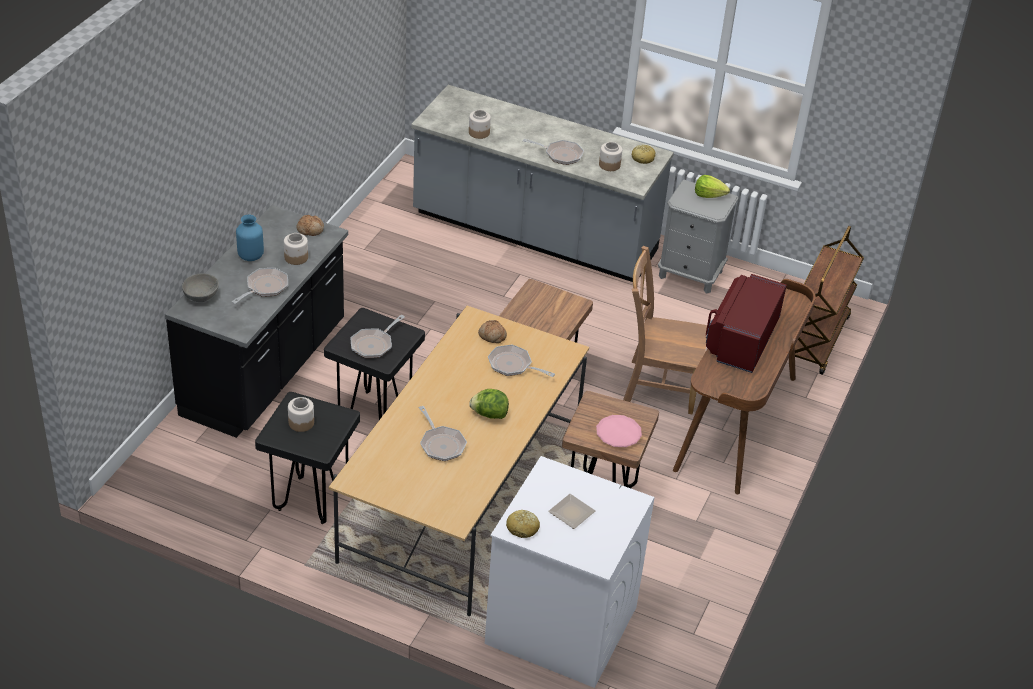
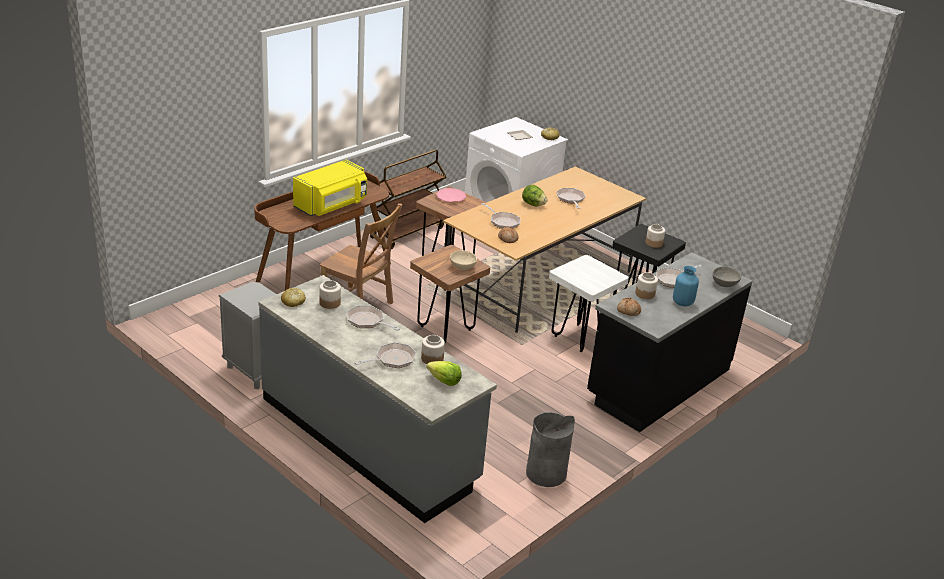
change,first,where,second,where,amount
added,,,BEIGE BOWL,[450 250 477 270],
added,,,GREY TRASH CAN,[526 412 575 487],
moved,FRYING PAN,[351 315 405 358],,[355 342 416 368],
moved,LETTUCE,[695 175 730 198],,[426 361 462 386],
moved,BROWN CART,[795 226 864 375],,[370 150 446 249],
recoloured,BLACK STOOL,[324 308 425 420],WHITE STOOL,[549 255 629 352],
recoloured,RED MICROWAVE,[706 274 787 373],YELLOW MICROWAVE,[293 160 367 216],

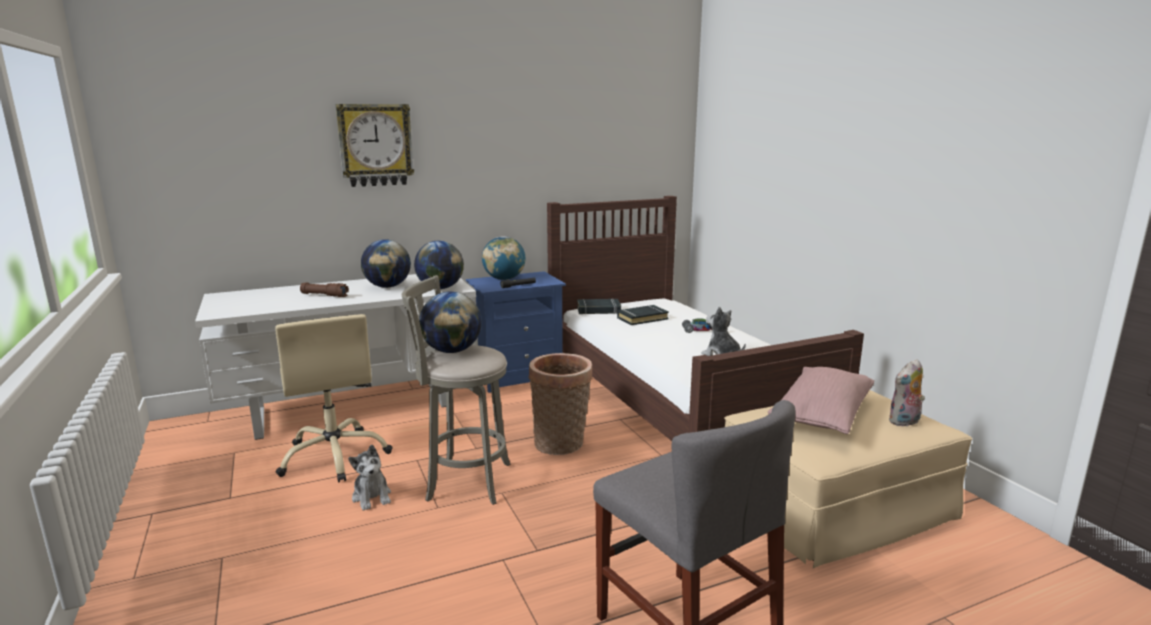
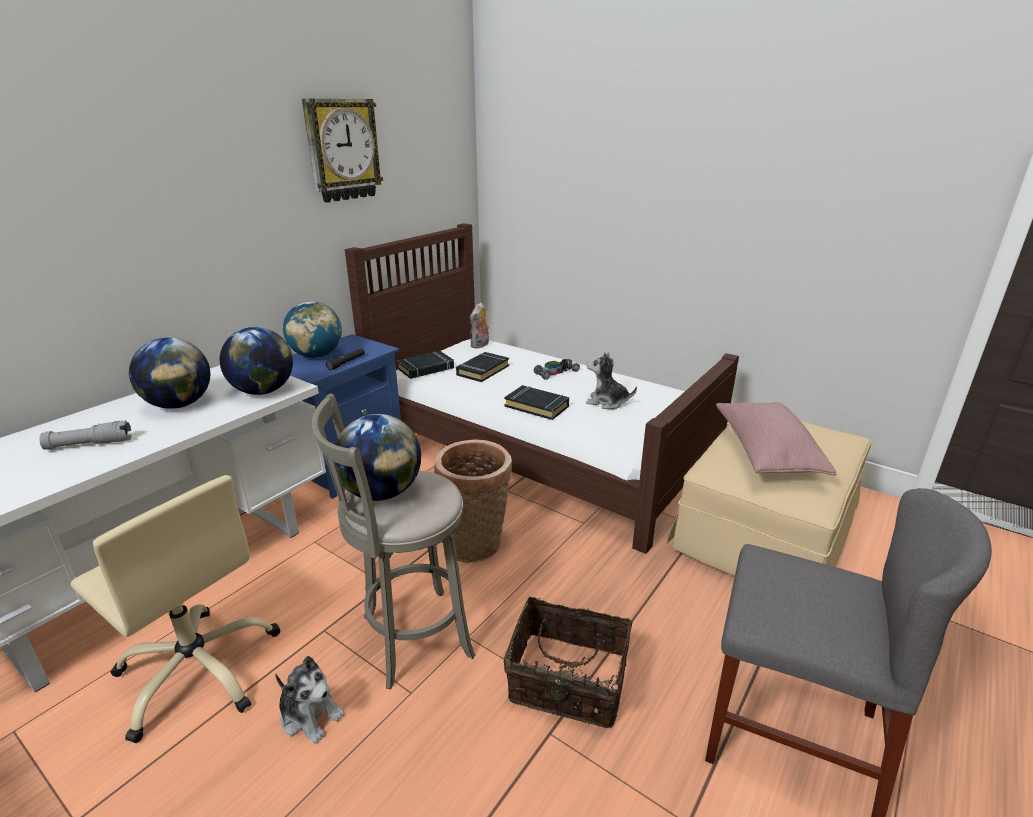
change,first,where,second,where,amount
added,,,BASKET,[504 596 632 728],
added,,,BLACK BOOK,[505 385 569 420],
moved,WALL CLOCK,[336 104 414 187],,[302 98 383 203],
moved,PLUSH TOY,[889 359 925 427],,[470 302 489 349],
recoloured,BROWN FLASHLIGHT,[300 282 349 297],GREY FLASHLIGHT,[39 421 131 450],

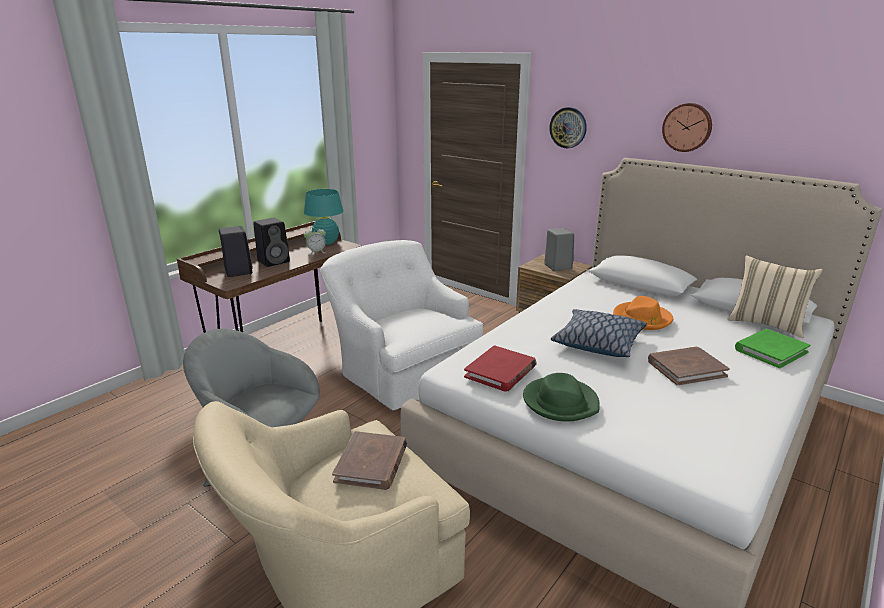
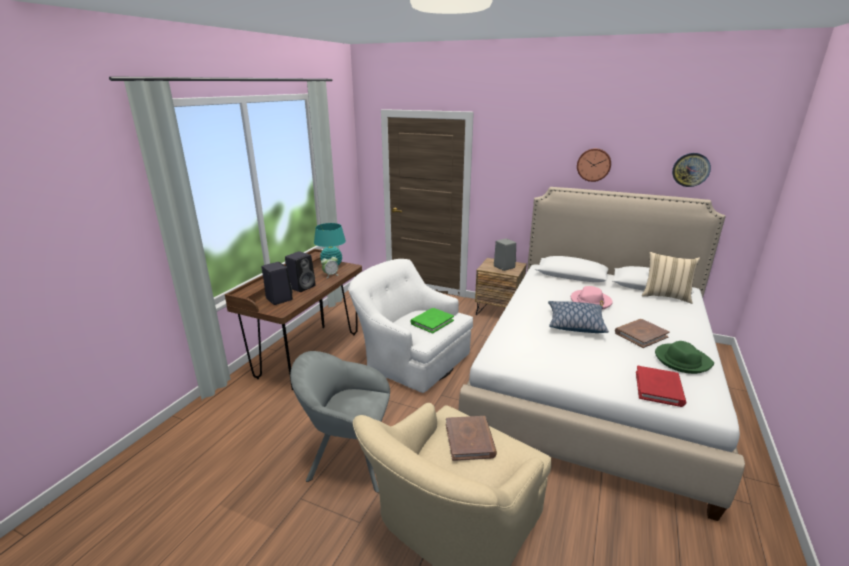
change,first,where,second,where,amount
moved,RED BOOK,[464 345 537 392],,[636 366 686 407],
moved,GREEN HAT,[523 373 600 422],,[655 341 714 374],
moved,WALL CLOCK,[549 107 587 148],,[672 153 711 187],
moved,GREEN BOOK,[735 329 810 368],,[410 308 454 334],
recoloured,ORANGE HAT,[613 296 673 330],PINK HAT,[571 286 613 310],

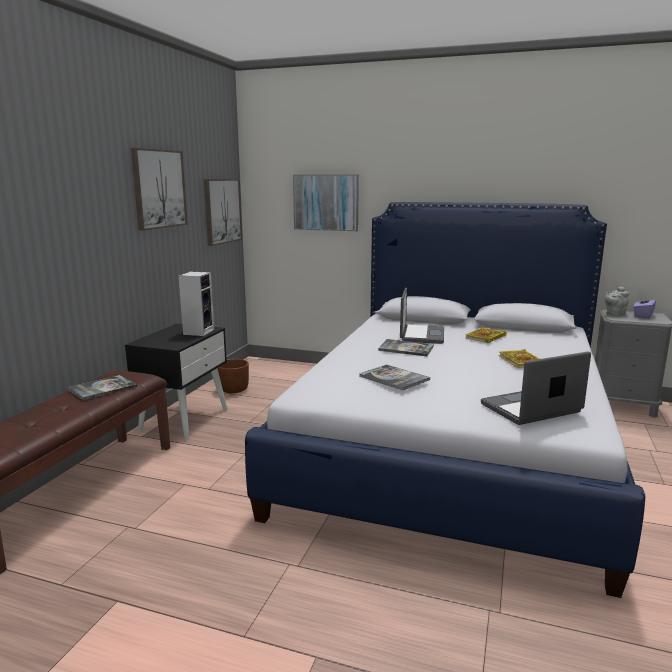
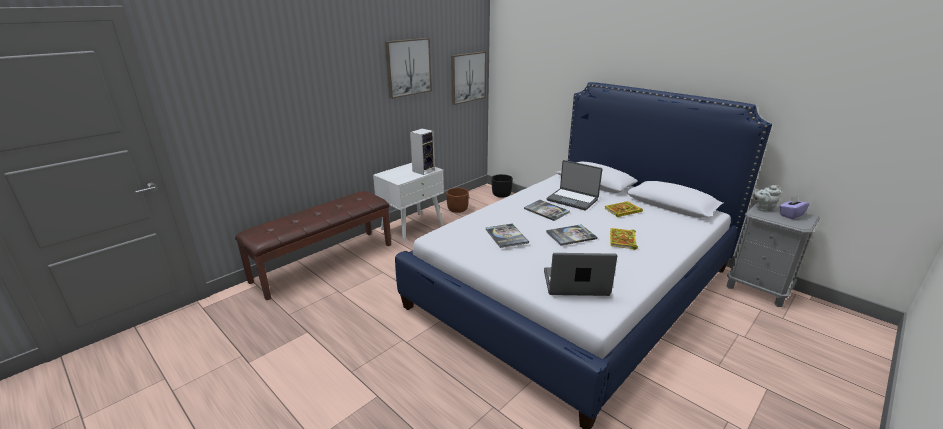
change,first,where,second,where,amount
removed,PICTURE,[293 174 359 231],,,
added,,,BLACK PLANTER,[492 174 513 198],
moved,BOOK,[67 375 137 400],,[546 224 598 246],
recoloured,BLACK NIGHTSTAND,[125 323 228 440],WHITE NIGHTSTAND,[373 163 444 242],
turned,LAPTOP,[400 288 444 344],,[547 160 602 210],90 degrees clockwise

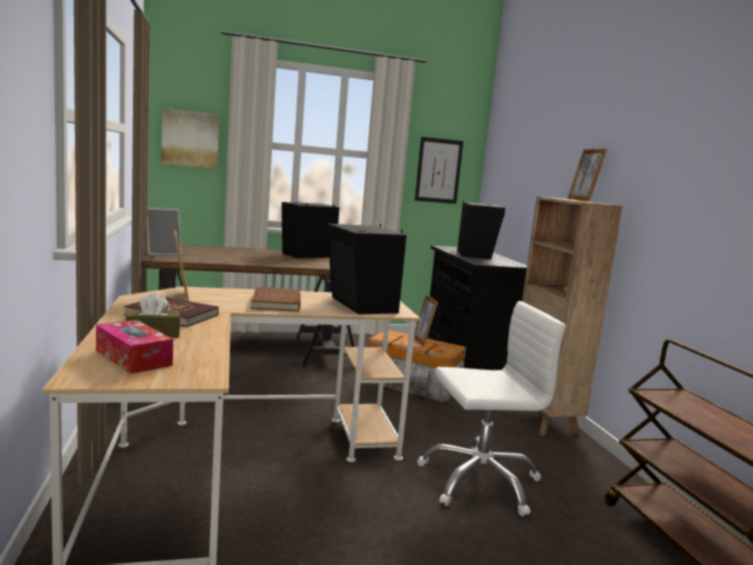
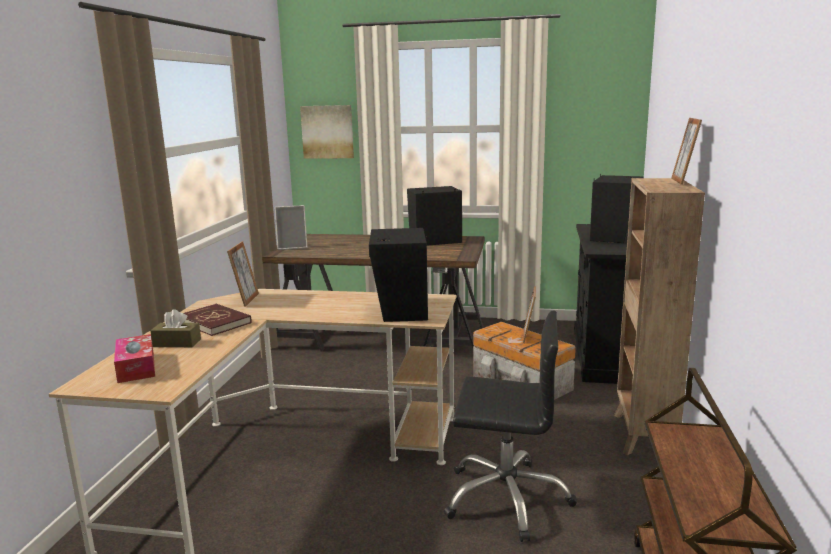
change,first,where,second,where,amount
removed,BROWN BOOK,[251 287 301 312],,,
removed,PICTURE,[415 137 463 204],,,
recoloured,WHITE OFFICE CHAIR,[417 301 566 516],BLACK OFFICE CHAIR,[444 311 577 542],

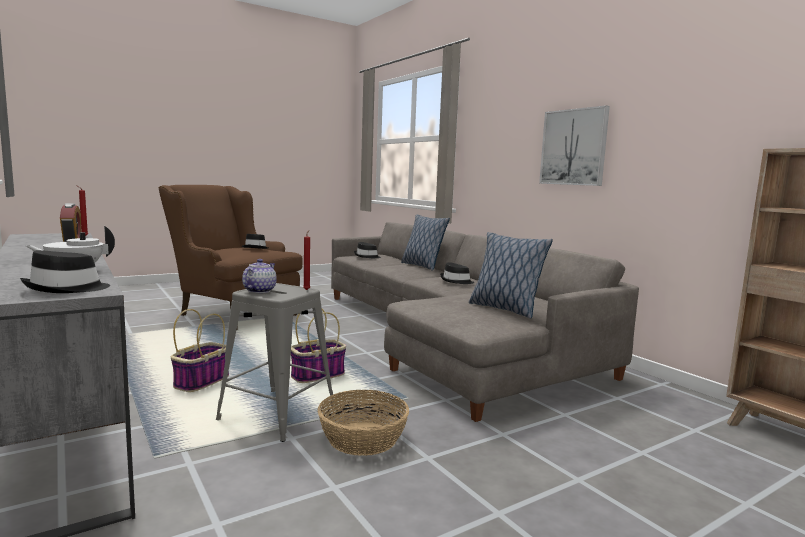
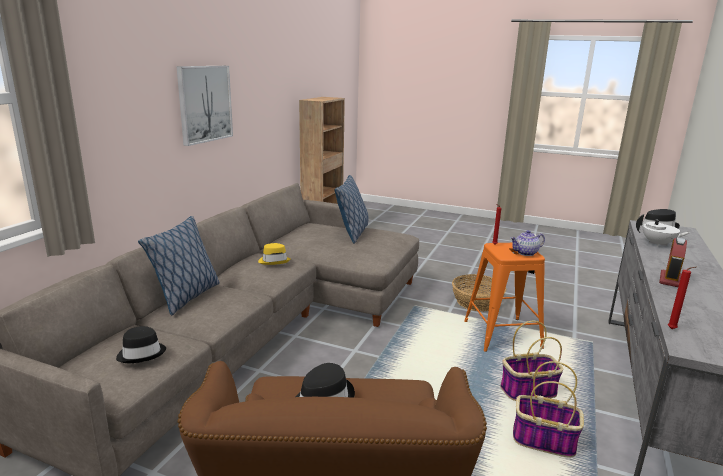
change,first,where,second,where,amount
moved,BASKET,[291 309 346 383],,[513 361 584 458],
recoloured,GREY STOOL,[216 283 335 442],ORANGE STOOL,[464 243 545 352],
recoloured,BLACK HAT,[440 262 474 284],YELLOW HAT,[258 243 290 265],

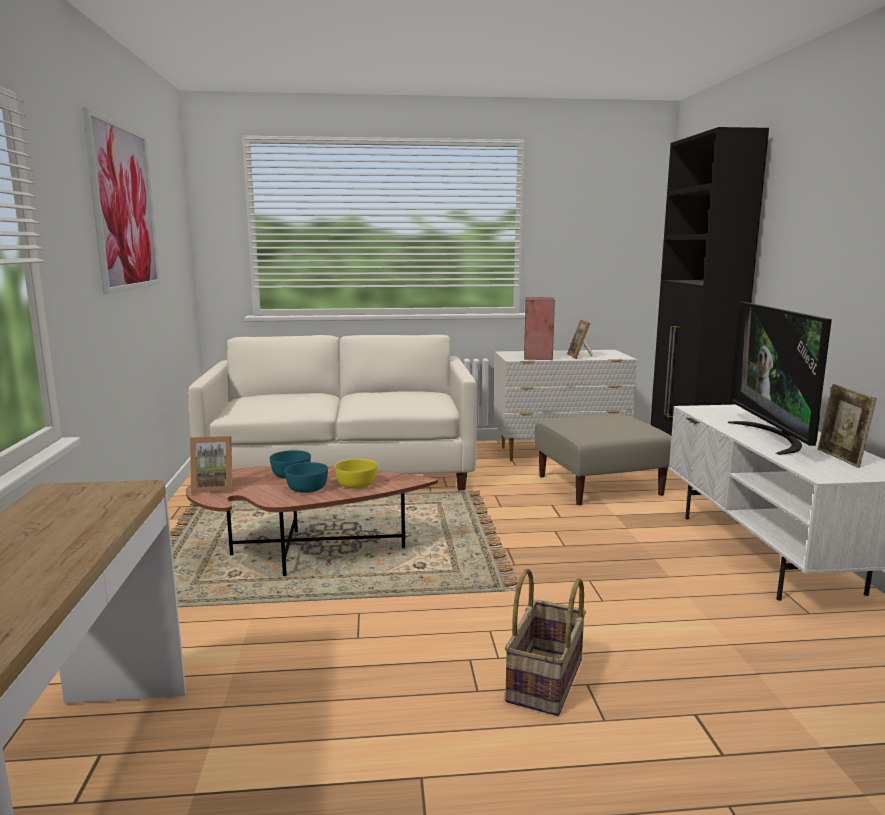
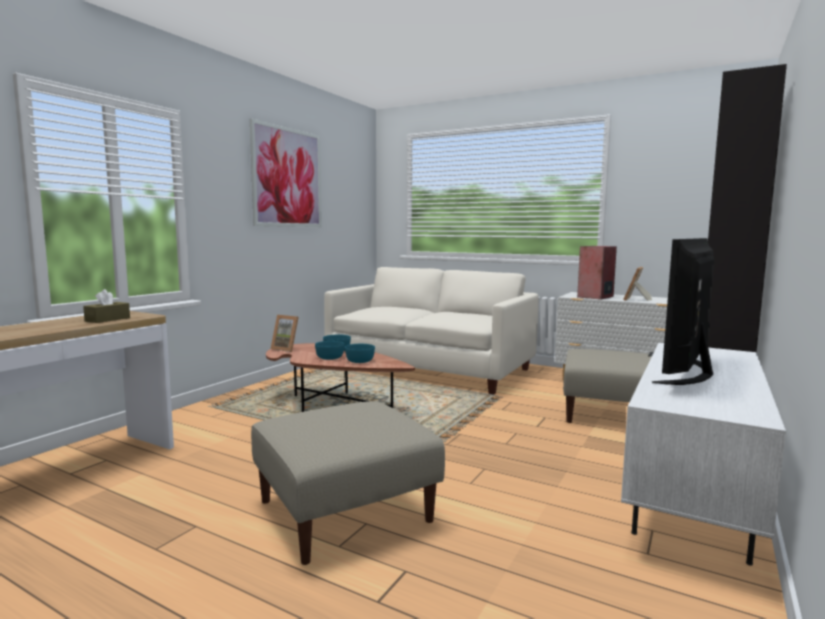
change,first,where,second,where,amount
removed,PICTURE FRAME,[818 384 877 468],,,
added,,,BROWN TISSUE BOX,[83 289 130 323],
replaced,BASKET,[505 569 586 716],BEIGE OTTOMAN,[251 401 445 565],
recoloured,YELLOW BOWL,[335 459 377 489],TURQUOISE BOWL,[345 344 375 363],

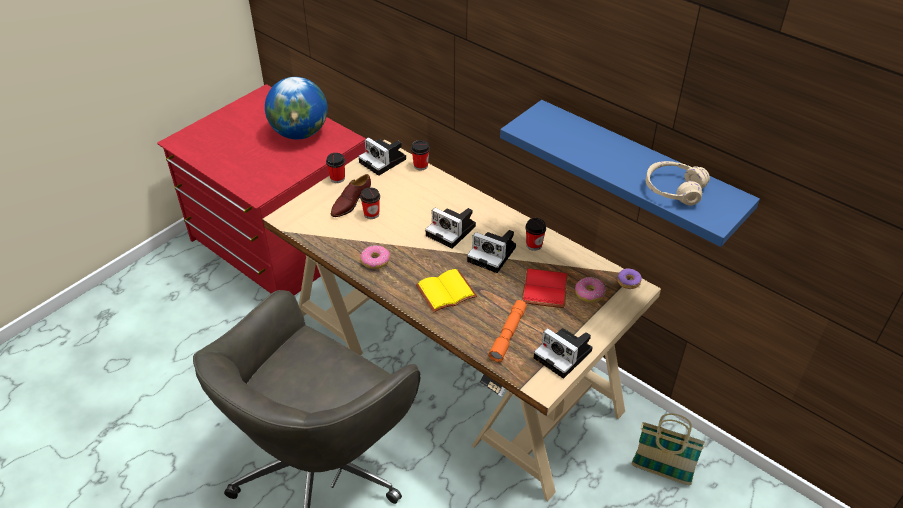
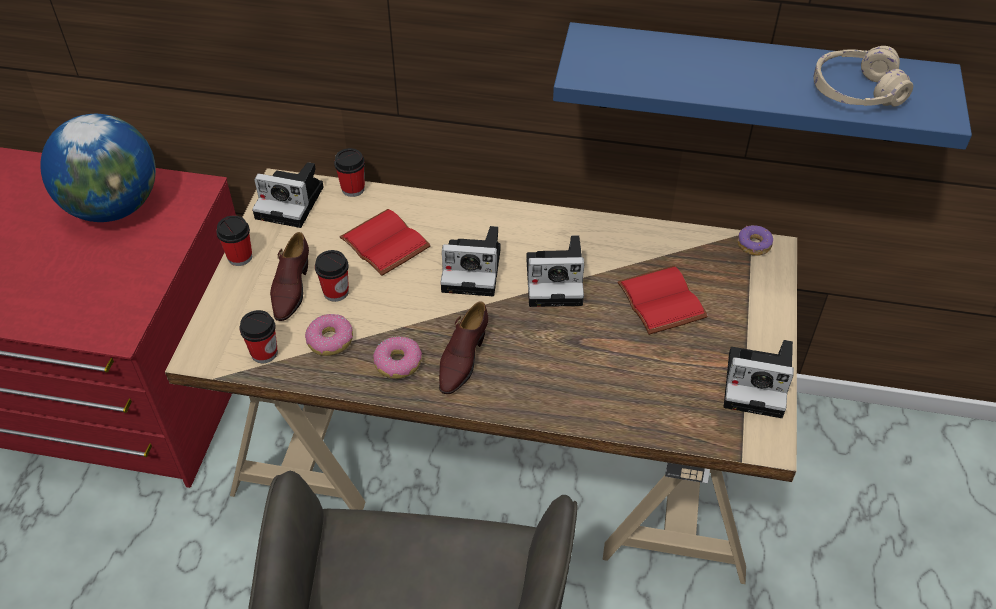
change,first,where,second,where,amount
removed,YELLOW BOOK,[415 269 477 313],,,
removed,ORANGE FLASHLIGHT,[488 300 527 362],,,
removed,BASKET,[632 413 705 485],,,
added,,,RED BOOK,[340 209 431 276],
added,,,BROWN SHOE,[439 301 488 394],
moved,CUP,[525 218 546 251],,[240 310 278 363],
moved,DONUT,[575 277 606 303],,[305 314 353 356],

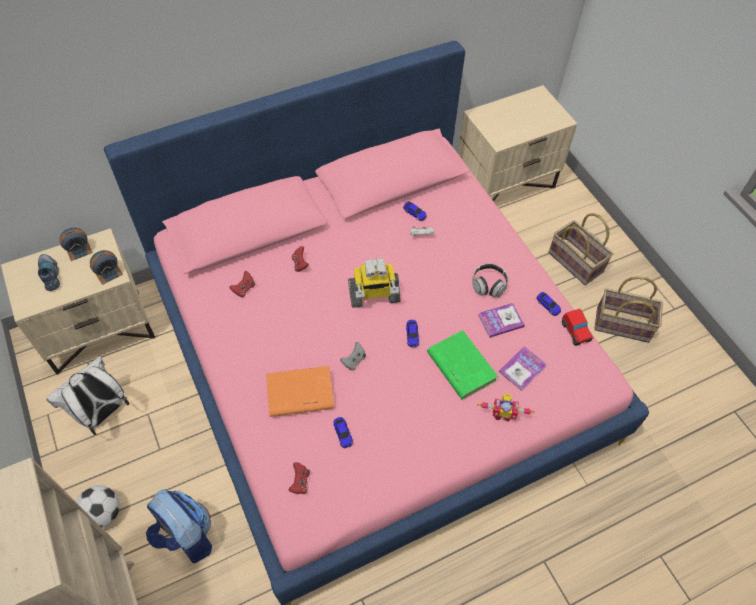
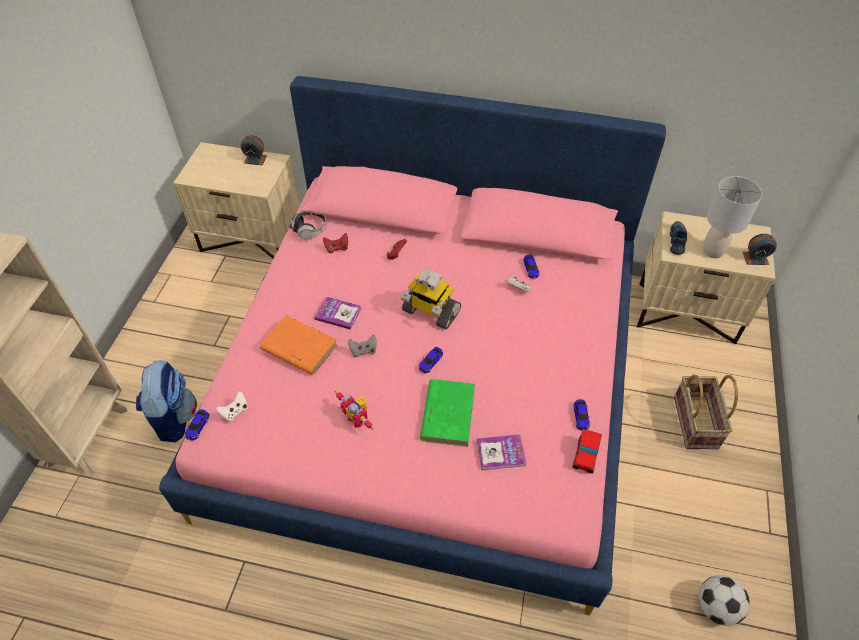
change,first,where,second,where,amount
removed,WHITE BACKPACK,[46 356 130 435],,,
removed,BASKET,[594 276 663 343],,,
added,,,GREY TABLE LAMP,[703 176 762 258],
moved,SHOE,[38 254 60 291],,[670 221 687 255],
moved,FOOTBALL,[76 485 120 528],,[698 575 750 626],
moved,ALARM CLOCK,[90 250 123 285],,[743 234 777 265],
moved,TOY CAR,[333 417 353 448],,[185 409 209 441],
moved,HEADPHONES,[472 264 508 298],,[290 211 326 240],
moved,TOY ROBOT,[477 393 535 422],,[335 391 374 430],
moved,BOOK,[478 303 525 338],,[314 296 361 330],
recoloured,RED GAME CONTROLLER,[288 462 310 494],WHITE GAME CONTROLLER,[216 391 248 422],

